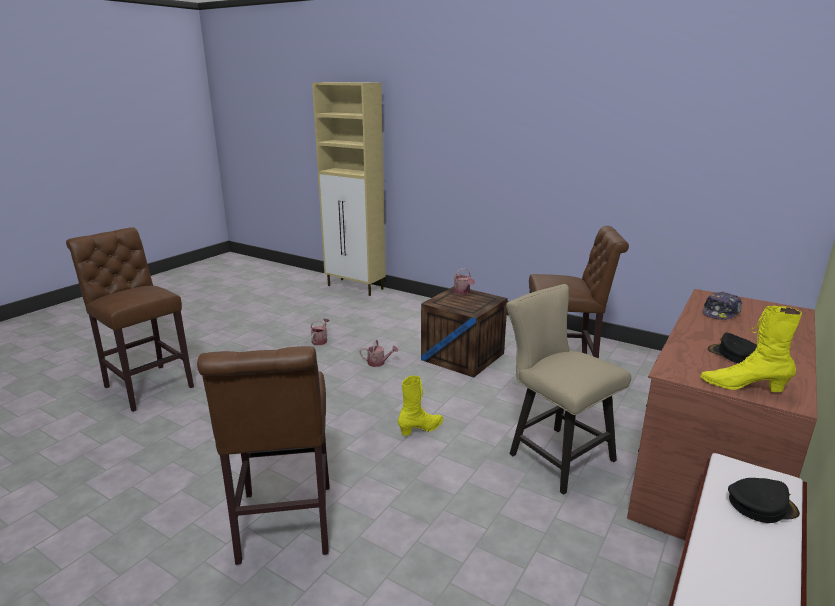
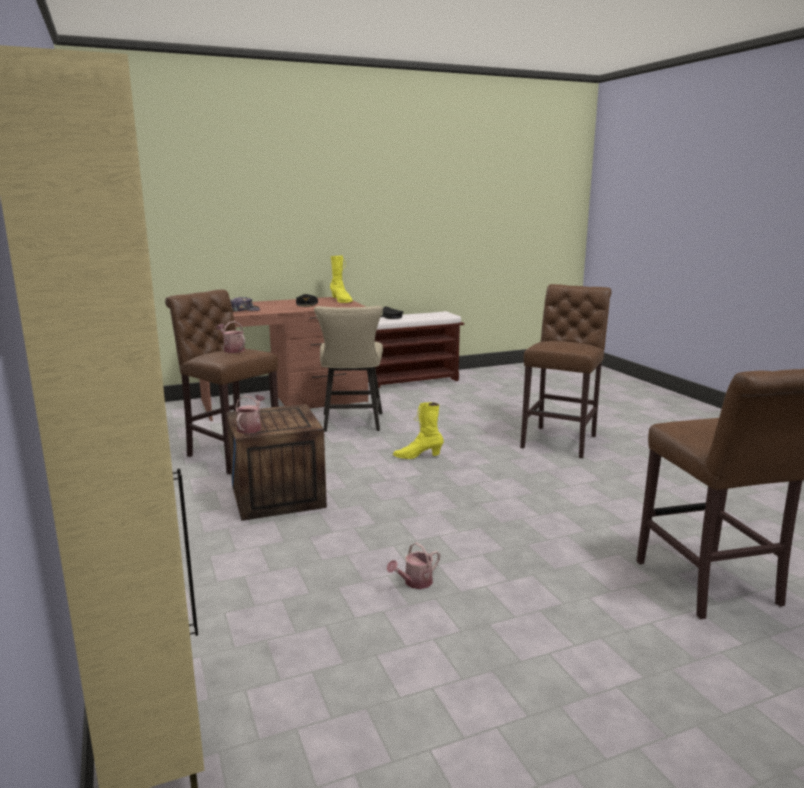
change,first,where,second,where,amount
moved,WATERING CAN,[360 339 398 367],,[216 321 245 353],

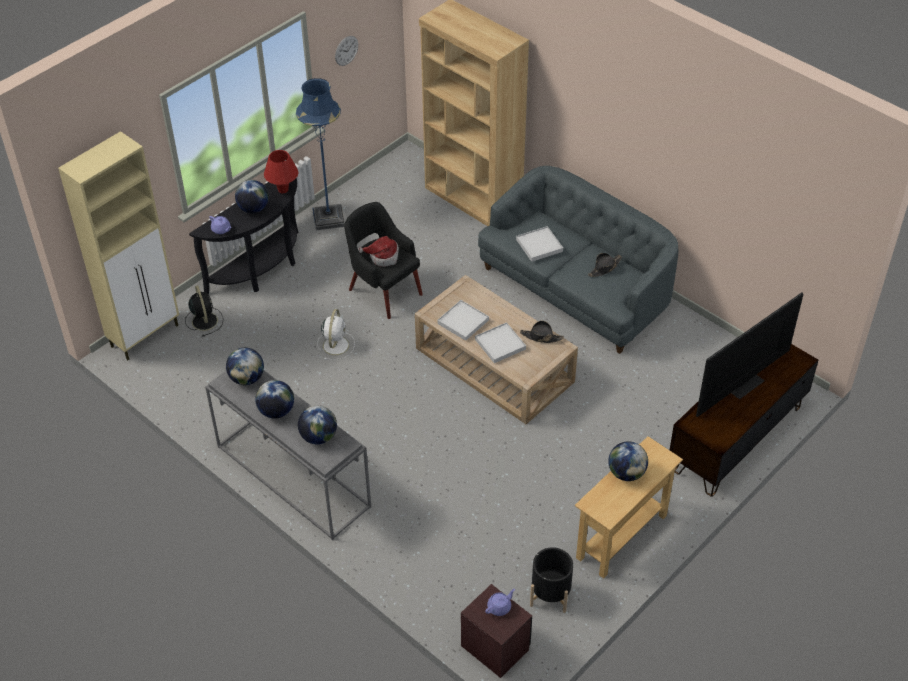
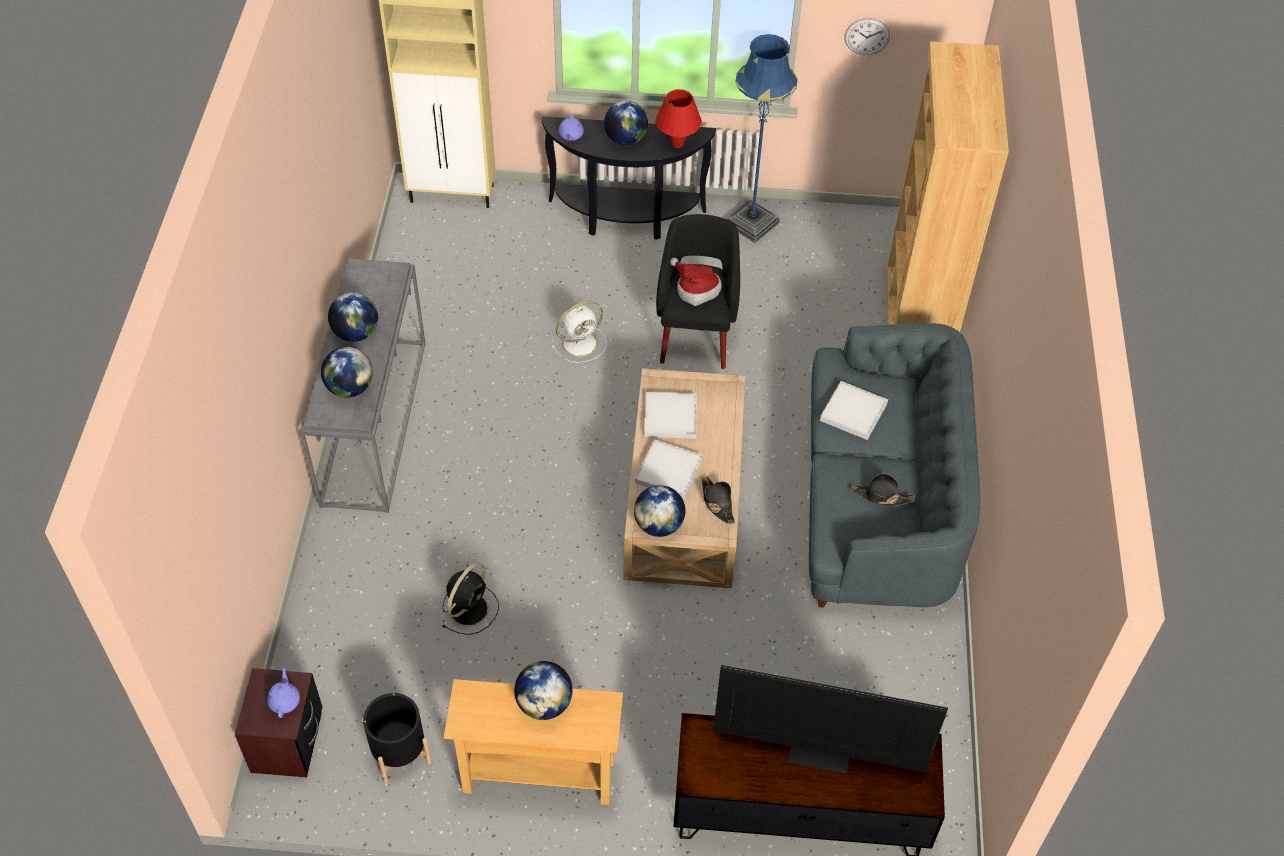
change,first,where,second,where,amount
moved,BLACK FAN,[185 285 223 336],,[442 562 499 635],
moved,GLOBE,[226 348 264 385],,[634 485 685 537],
turned,PURPLE TEAPOT,[485 589 515 616],,[267 668 300 718],105 degrees counterclockwise

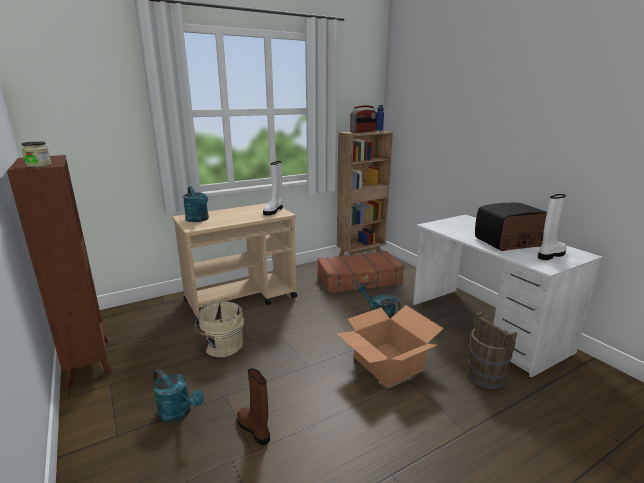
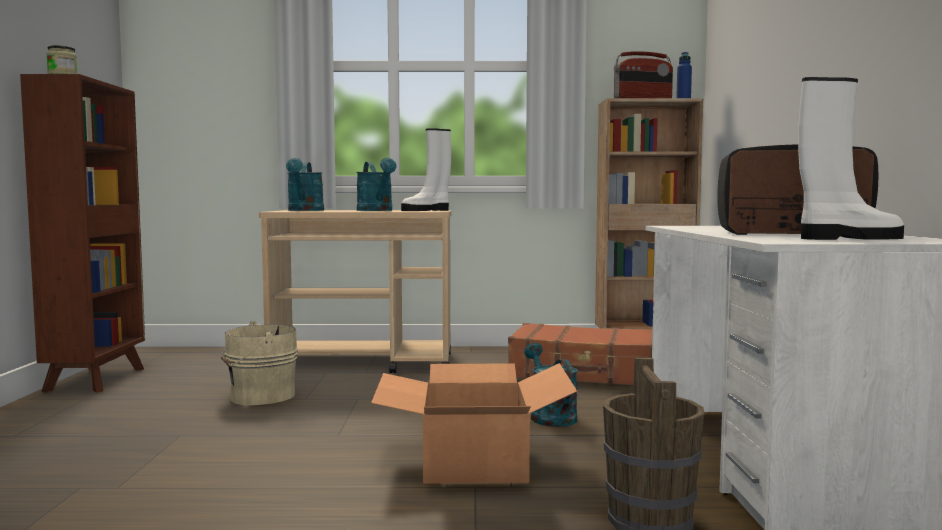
change,first,where,second,where,amount
removed,BROWN BOOT,[237 368 270 445],,,
moved,TURQUOISE WATERING CAN,[153 369 204 423],,[356 158 397 211],

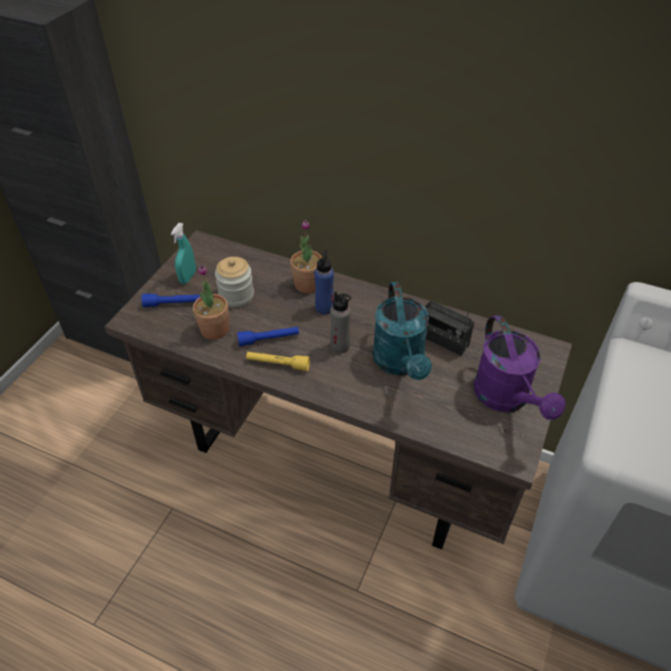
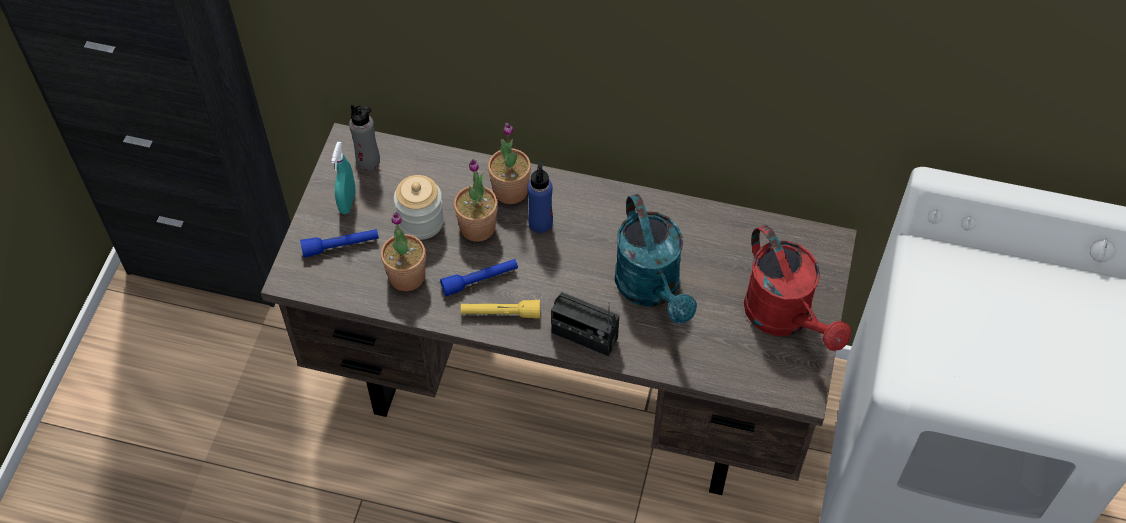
change,first,where,second,where,amount
added,,,POTTED PLANT,[454 159 498 242],
moved,GREY BOTTLE,[330 291 351 353],,[349 104 380 171],
moved,RADIO,[425 300 475 356],,[551 292 619 356],
recoloured,PURPLE WATERING CAN,[474 315 565 420],RED WATERING CAN,[744 225 851 351],

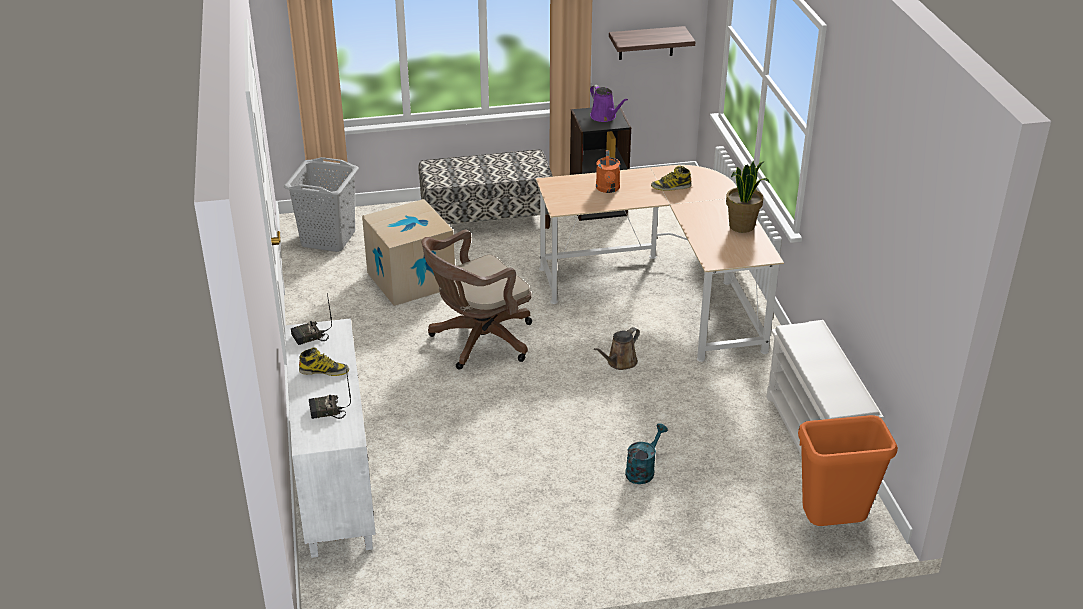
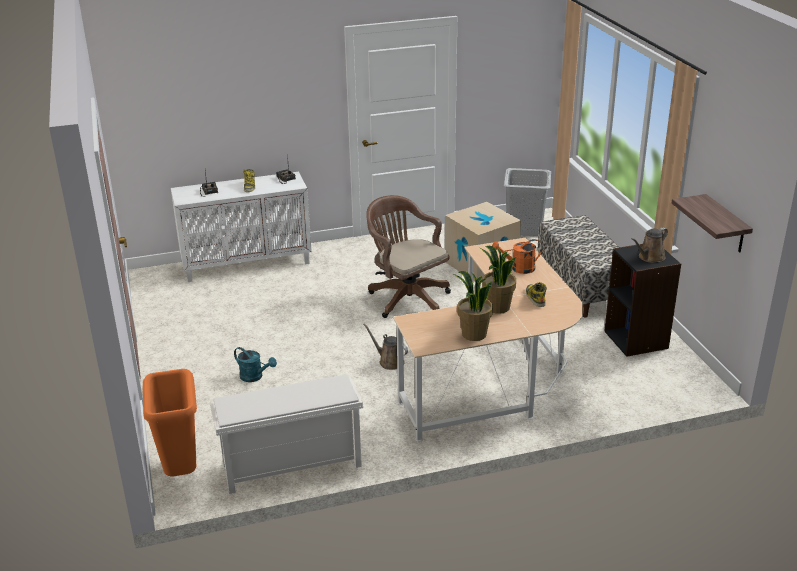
change,first,where,second,where,amount
added,,,POTTED PLANT,[479 246 516 314],
recoloured,PURPLE WATERING CAN,[590 85 628 122],BROWN WATERING CAN,[631 227 668 263],

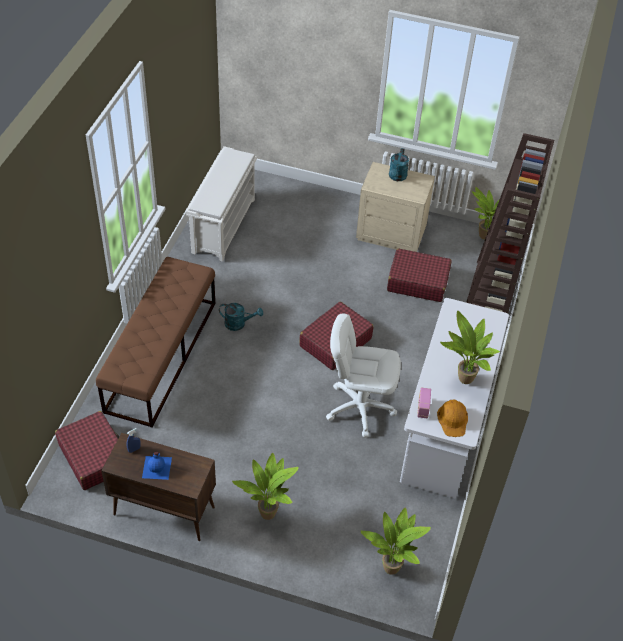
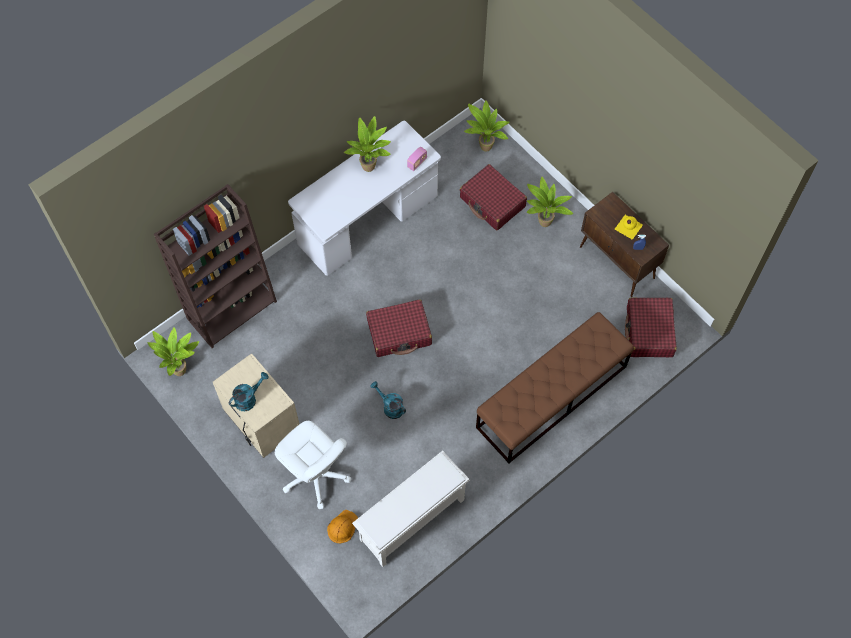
change,first,where,second,where,amount
moved,TURQUOISE WATERING CAN,[219 303 263 331],,[370 381 406 419],
moved,WHITE OFFICE CHAIR,[326 313 401 438],,[275 421 351 509],
moved,RED SUITCASE,[387 249 452 302],,[460 164 527 230],
moved,ORANGE HARD HAT,[437 400 468 437],,[327 510 358 543],
recoloured,BLUE BOTTLE,[142 452 172 480],YELLOW BOTTLE,[615 215 643 240],

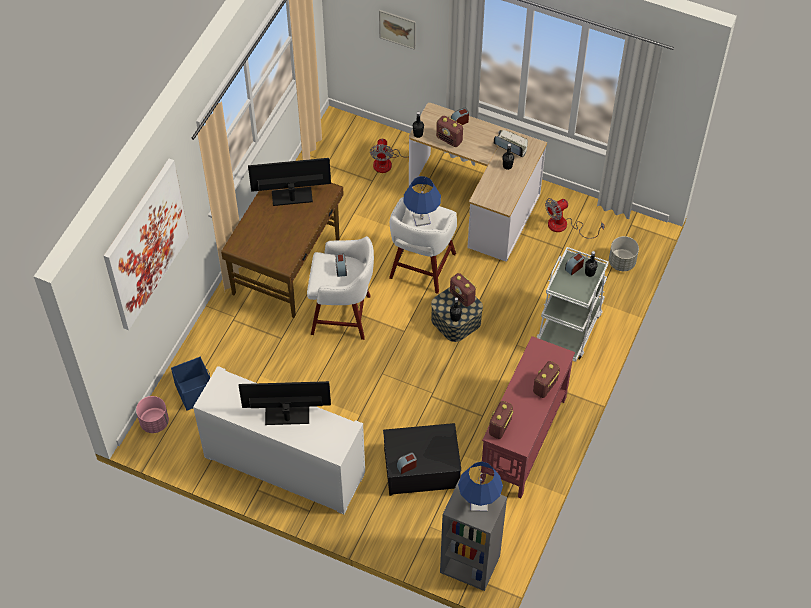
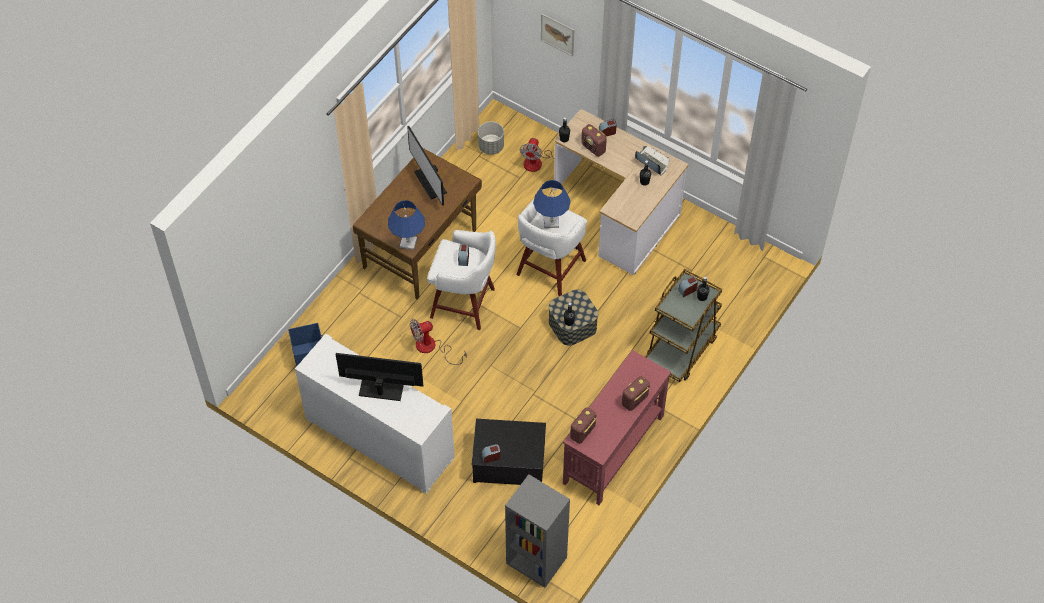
change,first,where,second,where,amount
removed,PICTURE,[104 159 189 330],,,
removed,PINK PLANTER,[136 396 169 433],,,
removed,RADIO,[450 273 476 307],,,
moved,BLUE TABLE LAMP,[458 462 503 512],,[388 200 425 250],
moved,FAN,[545 198 605 239],,[410 319 467 365],
moved,GREY PLANTER,[609 236 639 271],,[478 121 504 155],
recoloured,WHITE CART,[537 247 609 362],BROWN CART,[645 269 722 382],
turned,MONITOR,[248 158 331 206],,[407 126 447 205],120 degrees counterclockwise

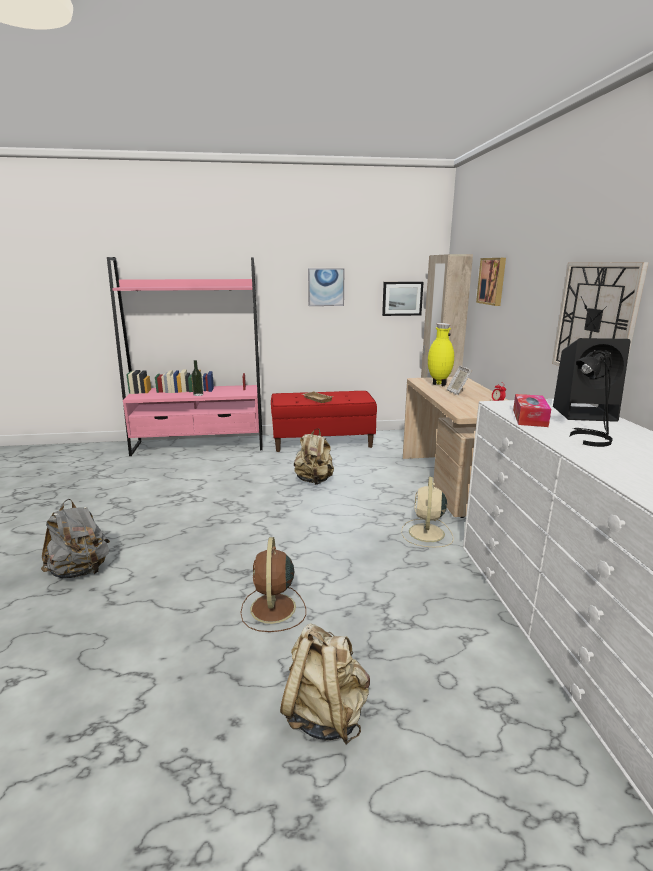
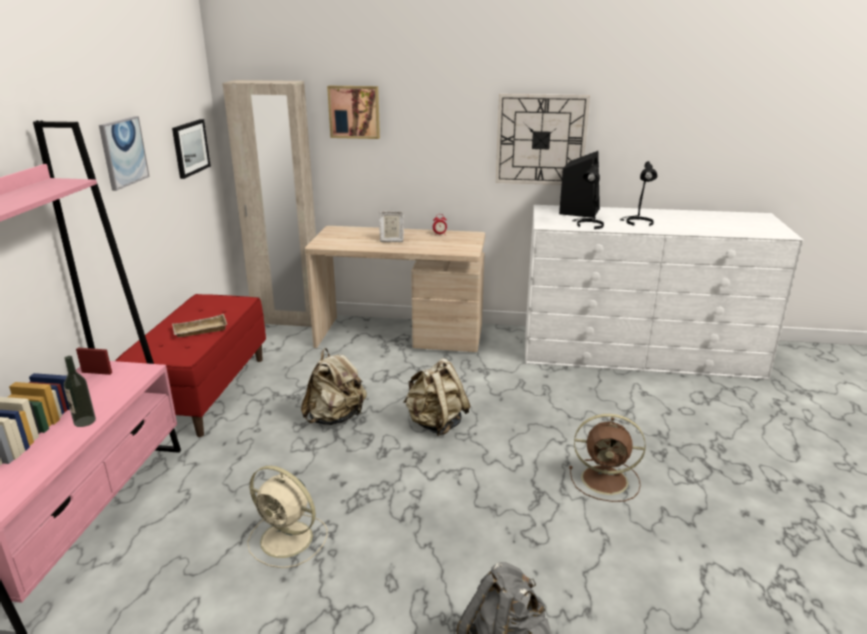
change,first,where,second,where,amount
removed,YELLOW VASE,[428 323 454 386],,,
moved,BEIGE BACKPACK,[280 624 370 745],,[403 358 470 436],
moved,BEIGE FAN,[401 477 454 547],,[247 466 327 568],
replaced,TISSUE BOX,[513 394 551 427],BLACK TABLE LAMP,[572 163 604 229],

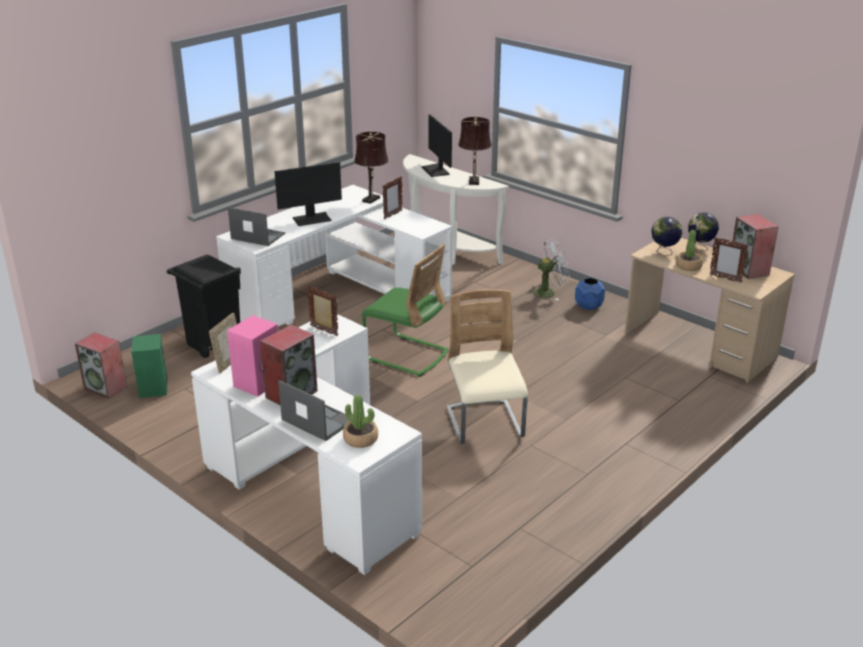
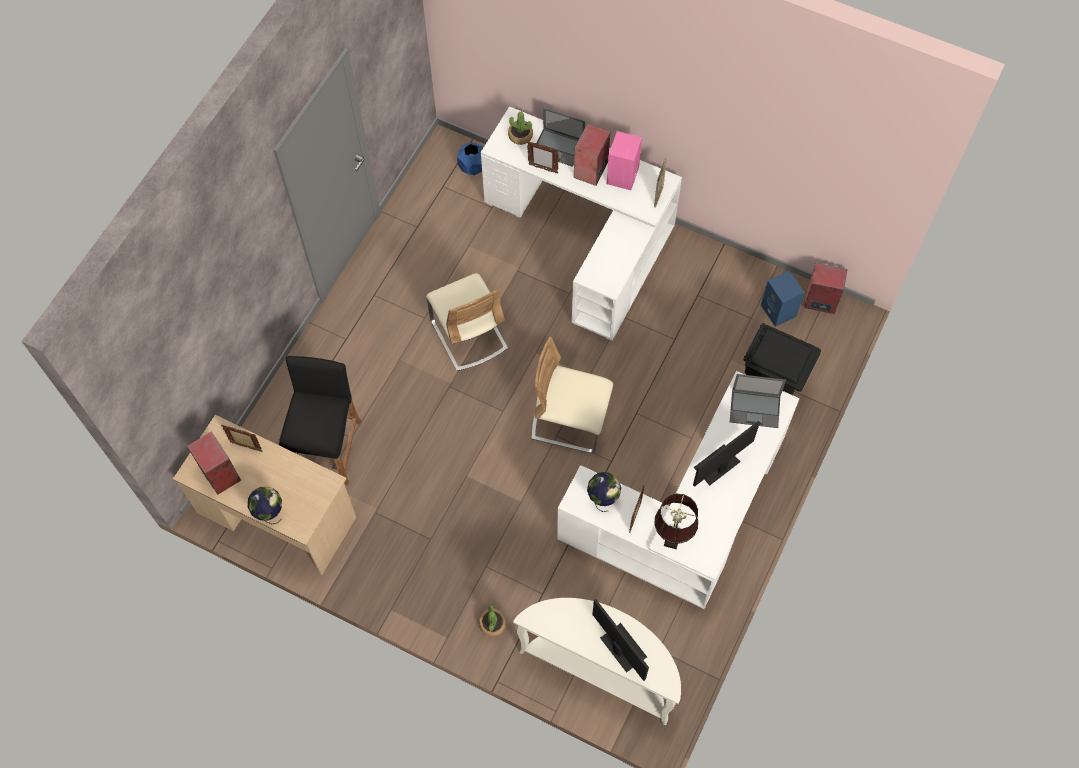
change,first,where,second,where,amount
removed,BROWN TABLE LAMP,[458 117 492 185],,,
removed,WHITE FAN,[527 239 570 300],,,
added,,,BLACK STOOL,[279 356 361 485],
moved,PICTURE FRAME,[307 286 338 336],,[527 141 559 174],
moved,BLUE PLANTER,[575 278 605 310],,[457 142 483 175],
moved,GLOBE,[651 217 682 256],,[587 472 621 512],
moved,POTTED PLANT,[676 230 703 271],,[479 605 506 637],
recoloured,GREEN SPEAKER,[131 334 168 398],BLUE SPEAKER,[761 270 805 327],
recoloured,GREEN CHAIR,[361 244 449 376],BEIGE CHAIR,[531 337 613 453],

